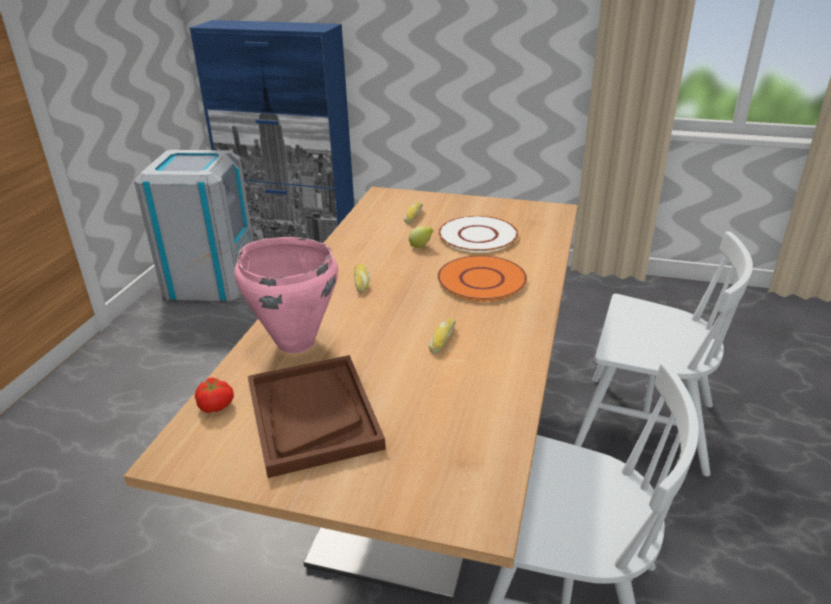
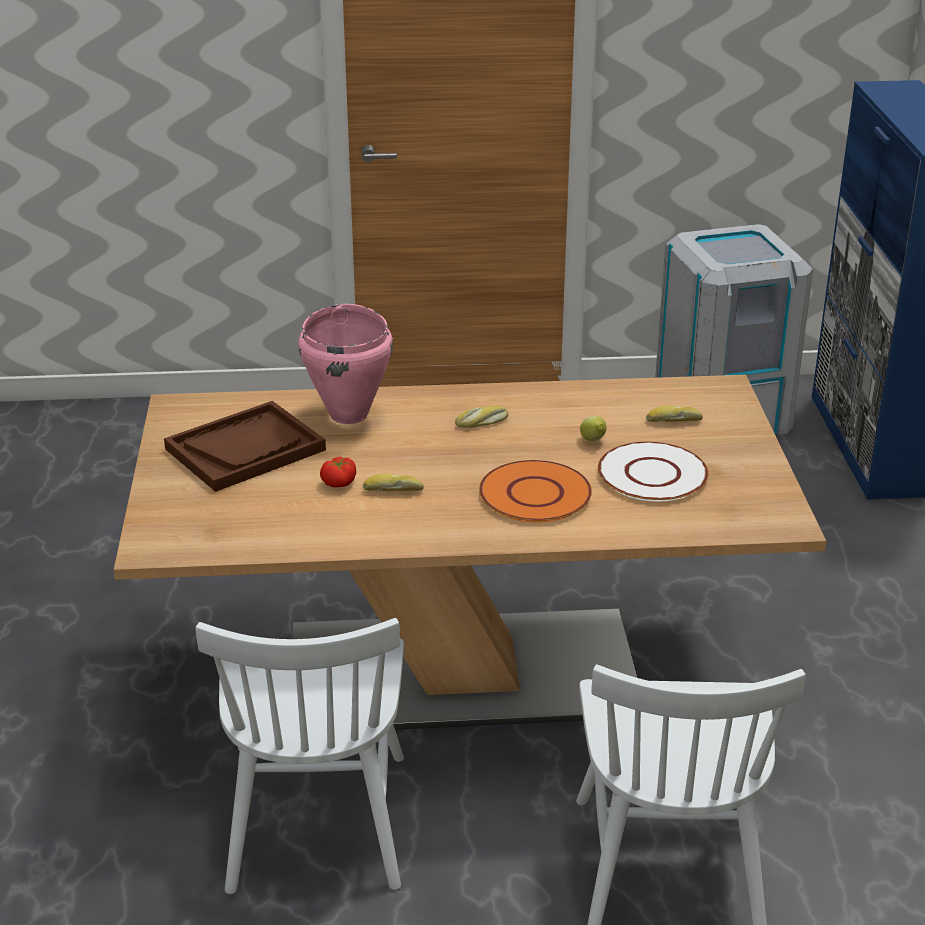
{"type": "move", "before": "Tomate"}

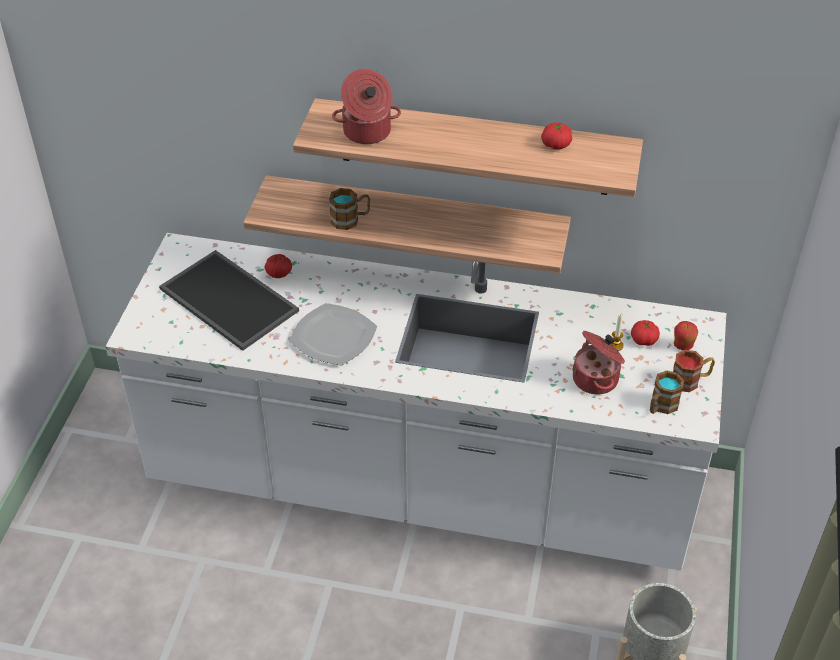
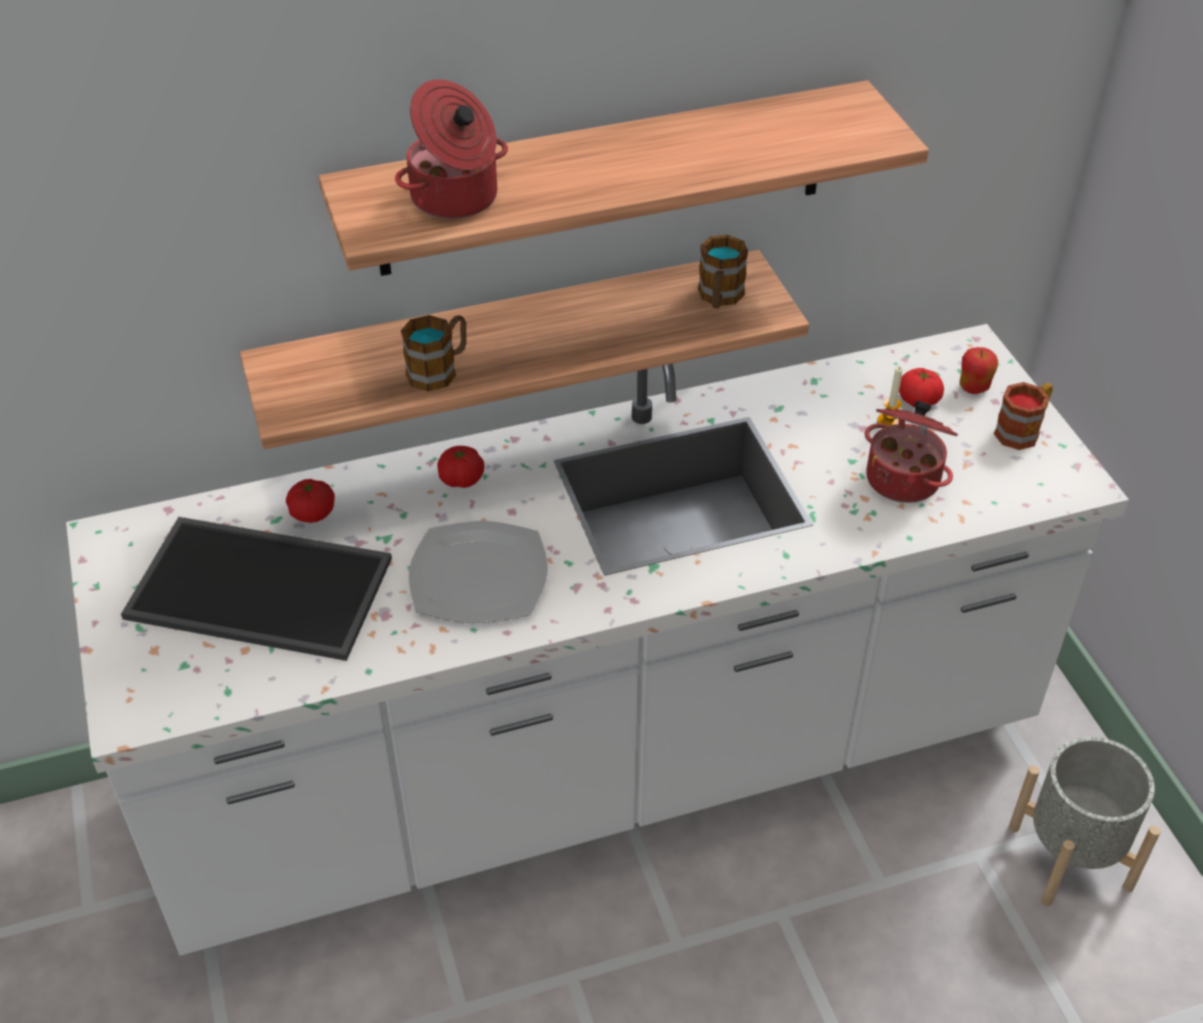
{"type": "move", "before": "Tomate (2nd from left)"}
{"type": "move", "before": "Henkelbecher (2nd from left)"}

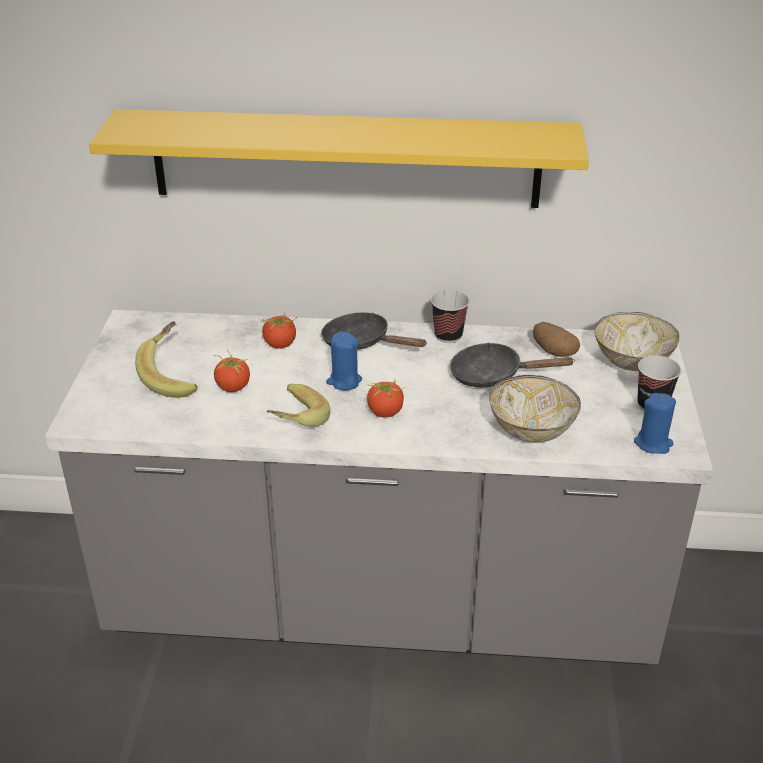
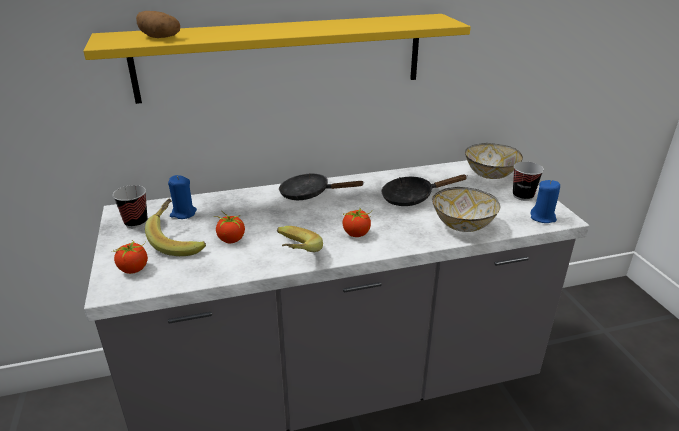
{"type": "move", "before": "Tasse (1st from left)"}
{"type": "move", "before": "Tomate (2nd from left in the first image)", "after": "Tomate (1st from left)"}
{"type": "move", "before": "Kartoffel"}
{"type": "move", "before": "Kerze [blau] (1st from left)"}

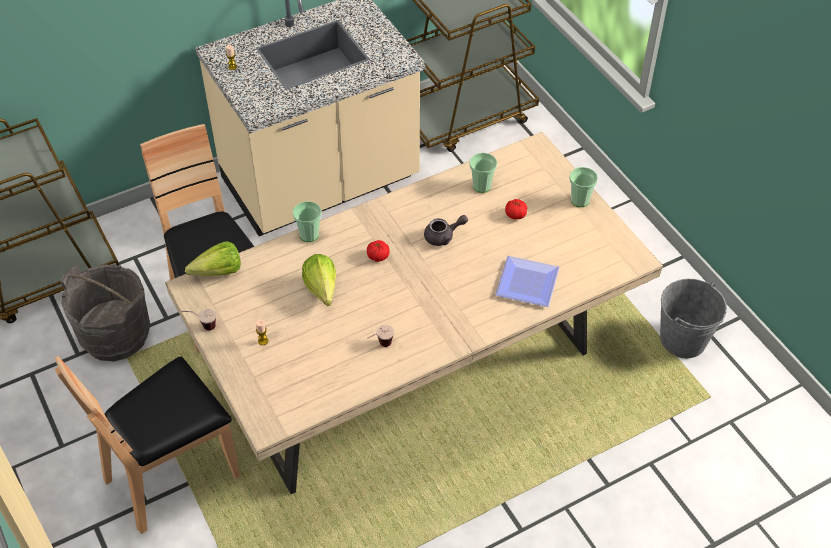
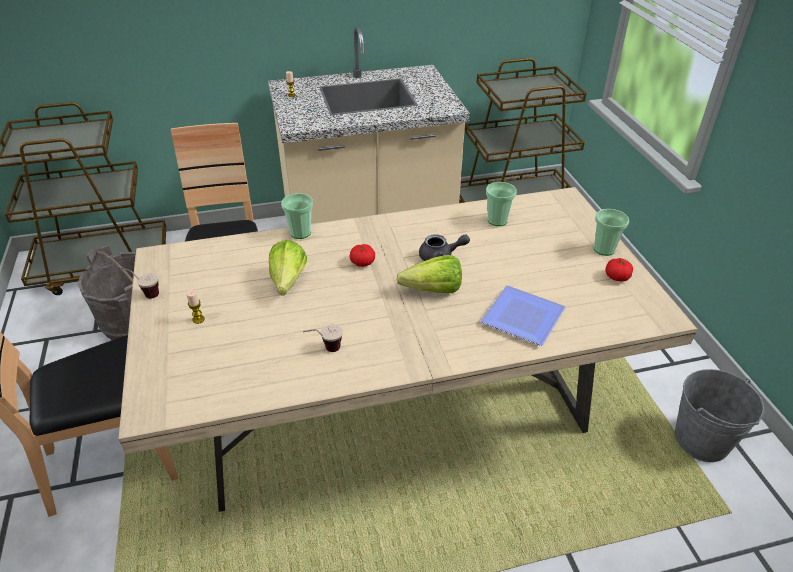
{"type": "move", "before": "Tomate (2nd from left)"}
{"type": "move", "before": "Salatkopf (1st from left in the first image)", "after": "Salatkopf (2nd from left)"}

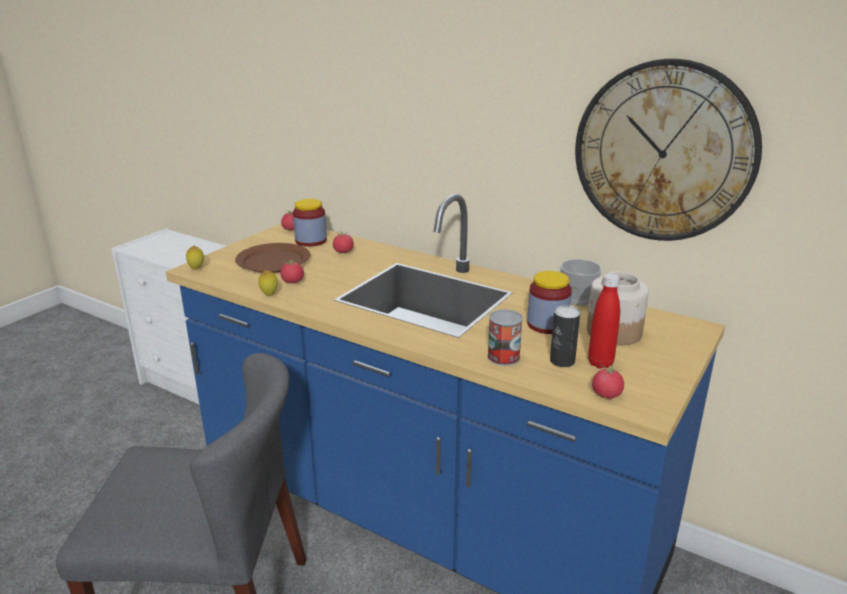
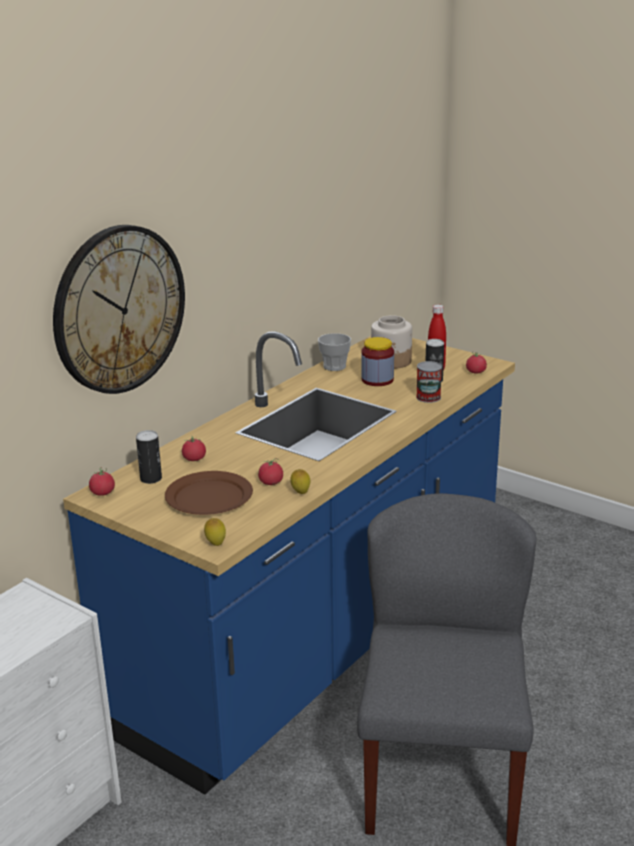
{"type": "move", "before": "Wanduhr"}
{"type": "replace", "before": "Vorratsglas (1st from left)", "after": "Dose (1st from left)"}

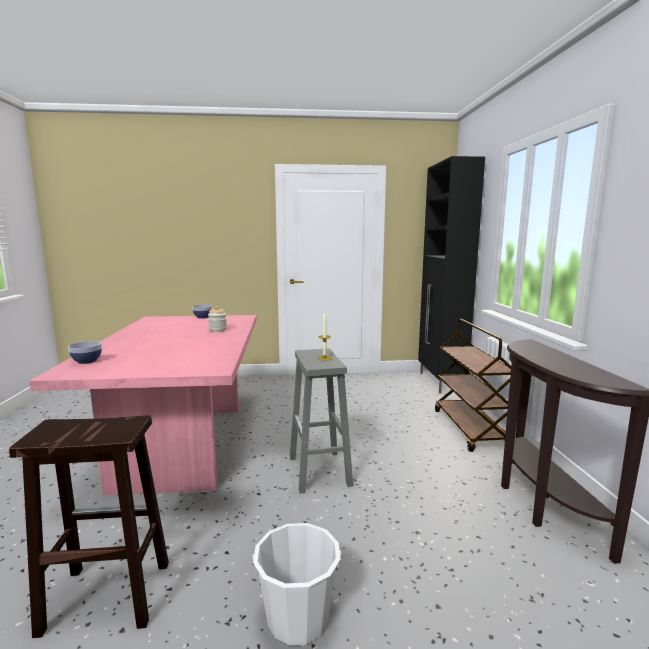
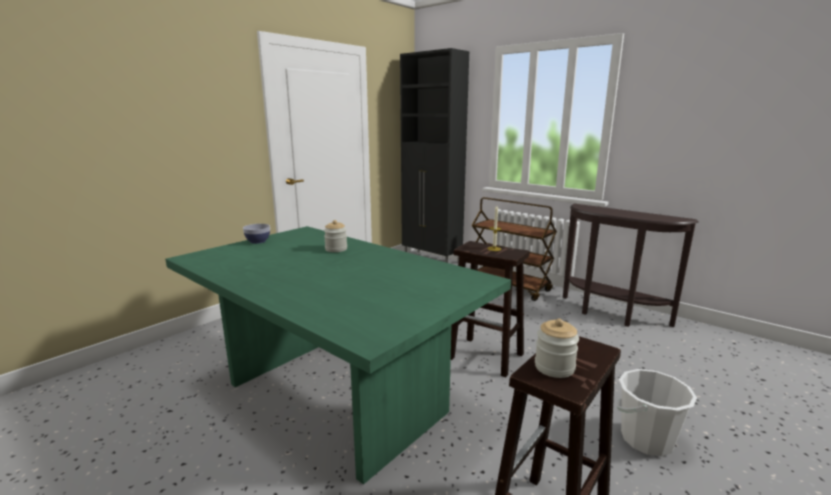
{"type": "recolor", "before": "Esstisch [rosa]", "after": "Esstisch [grün]"}
{"type": "delete", "before": "Schüssel (1st from left)"}
{"type": "recolor", "before": "Hocker [grau]", "after": "Hocker [braun] (1st from left)"}
{"type": "insert", "after": "Vorratsglas (2nd from left)"}

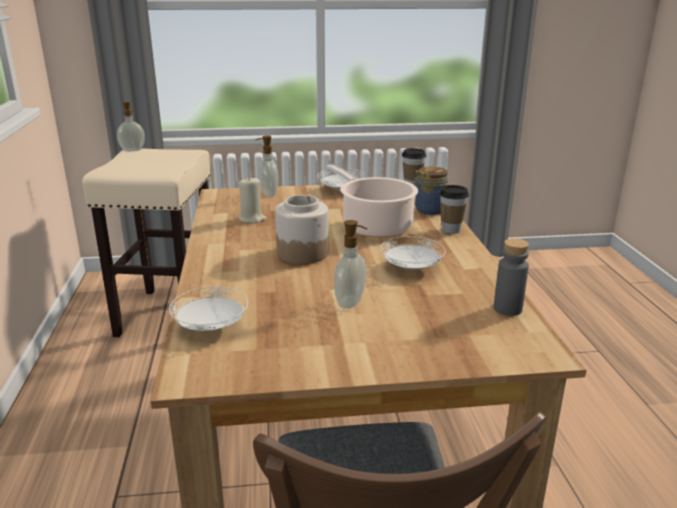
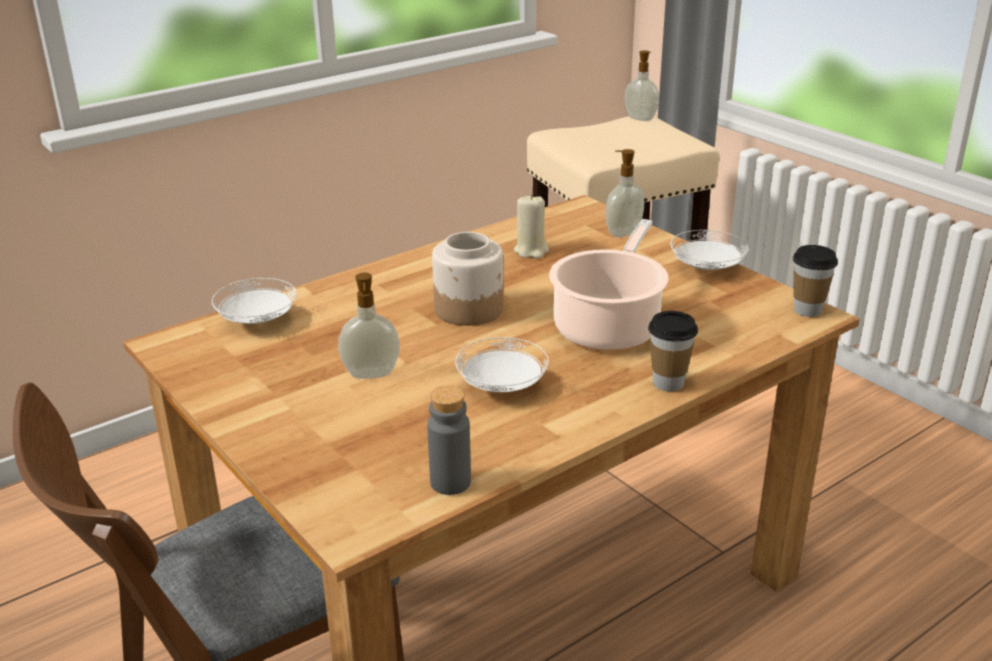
{"type": "delete", "before": "Vorratsglas (2nd from left)"}

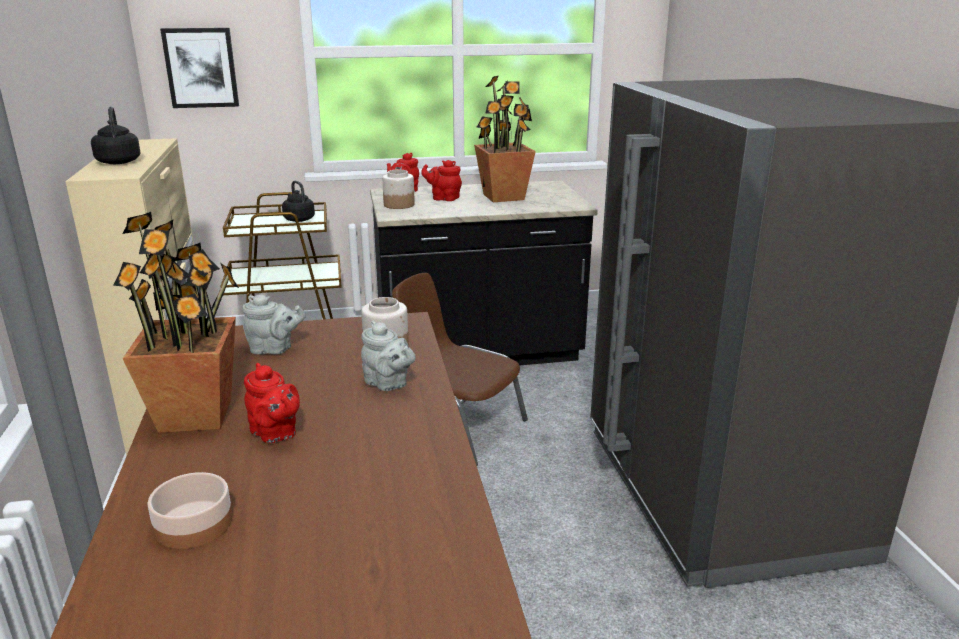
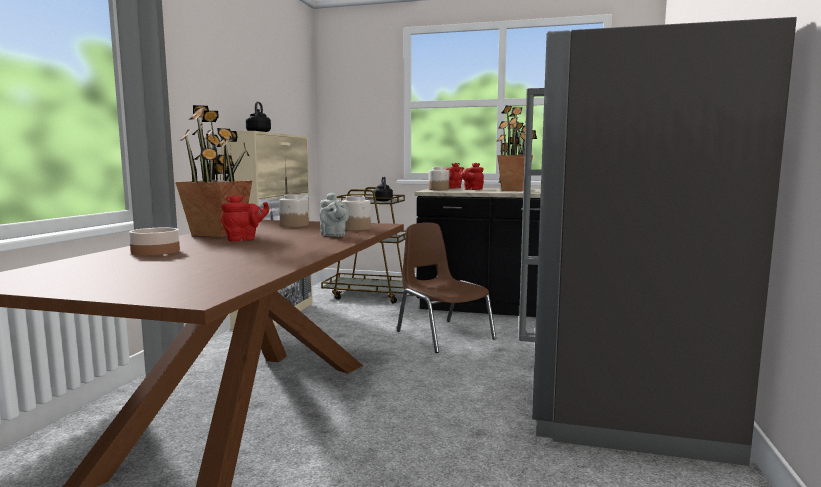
{"type": "delete", "before": "Bild"}
{"type": "replace", "before": "Teekanne [grau] (1st from left)", "after": "Vorratsglas (1st from left)"}
{"type": "rotate", "before": "Teekanne [rot] (1st from left)", "turn": -105}

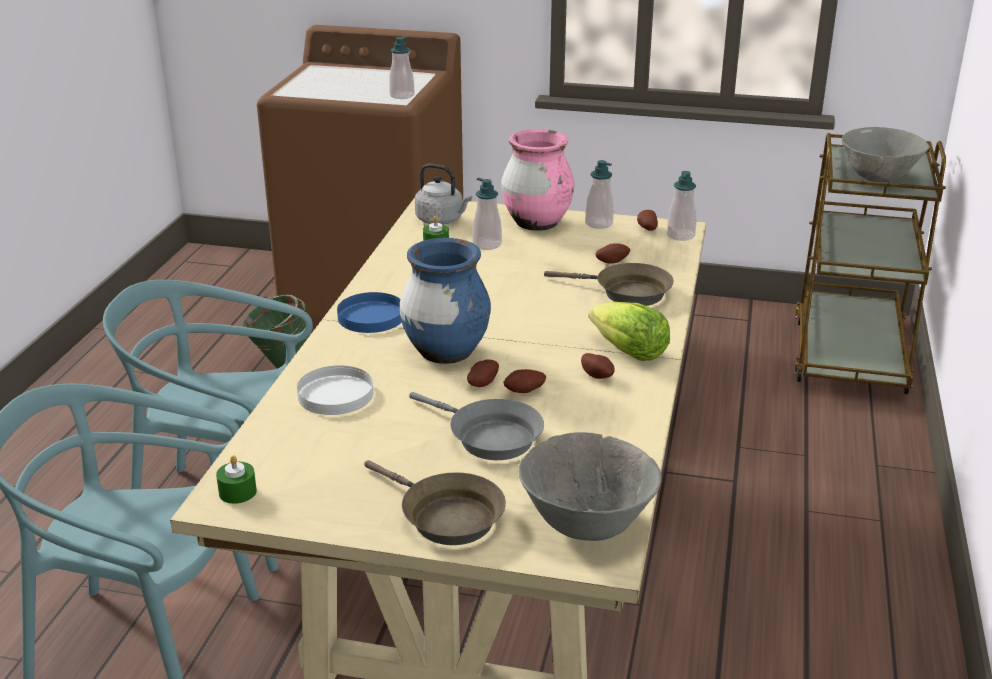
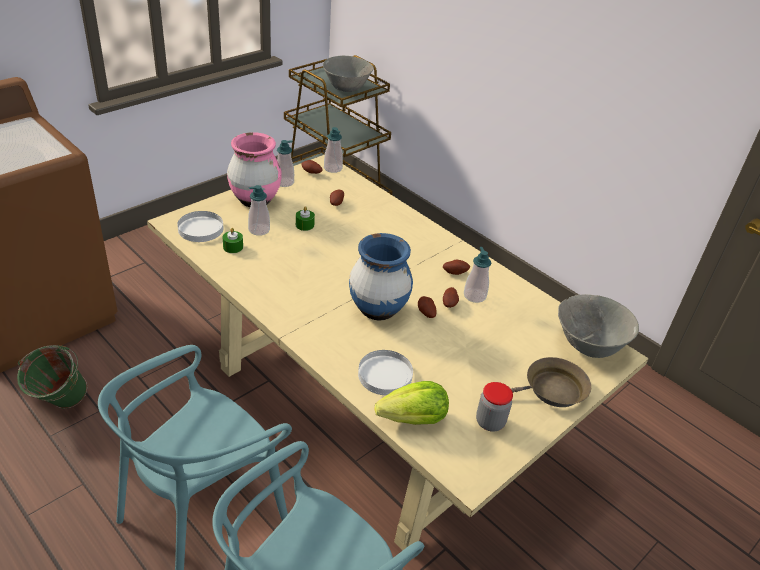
{"type": "move", "before": "Seifenspender (1st from left in the first image)", "after": "Seifenspender (4th from left)"}
{"type": "replace", "before": "Wasserkessel [grau]", "after": "Teller [weiß] (1st from left)"}
{"type": "delete", "before": "Pfanne [braun] (2nd from left)"}
{"type": "delete", "before": "Teller [blau]"}
{"type": "move", "before": "Salatkopf"}
{"type": "delete", "before": "Pfanne [grau]"}
{"type": "move", "before": "Kerze [grün] (1st from left in the first image)", "after": "Kerze [grün] (2nd from left)"}
{"type": "insert", "after": "Vorratsglas"}

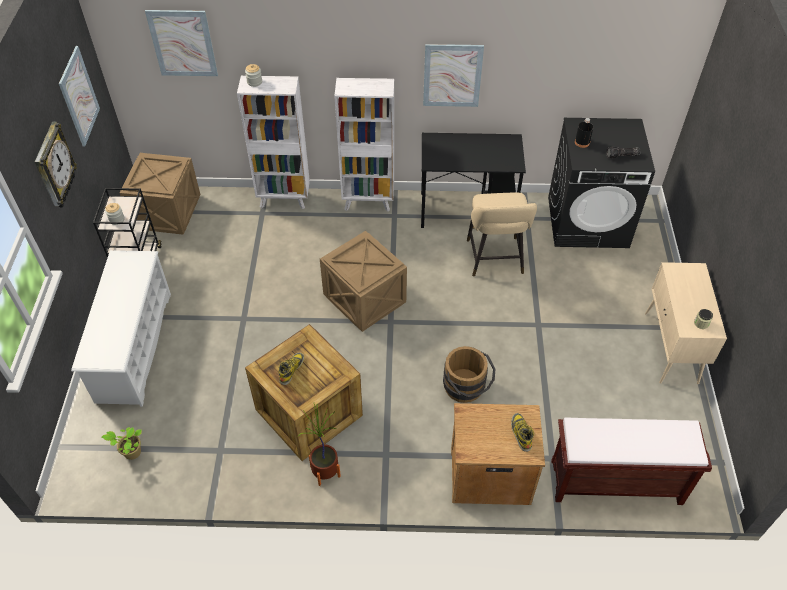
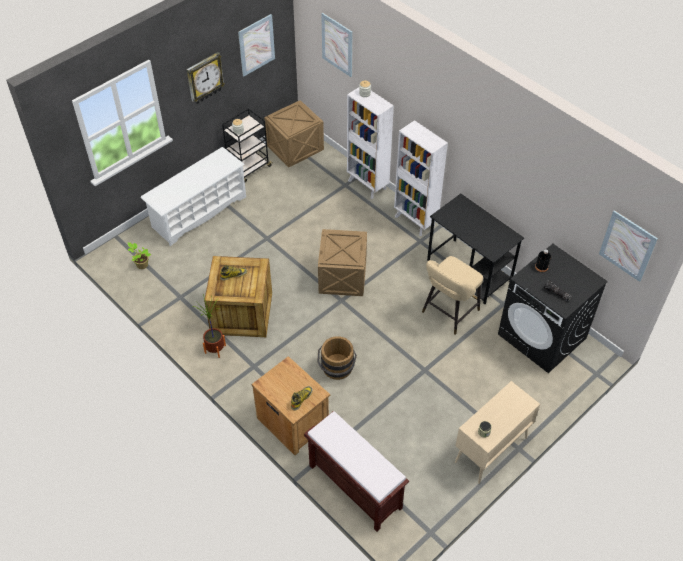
{"type": "move", "before": "Bild (3rd from left)"}

